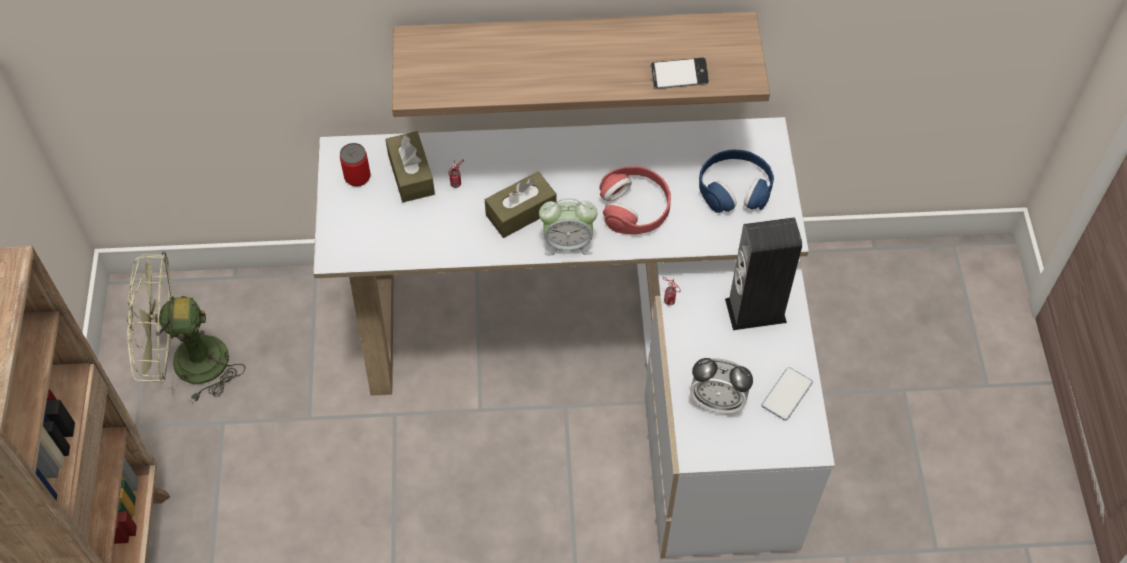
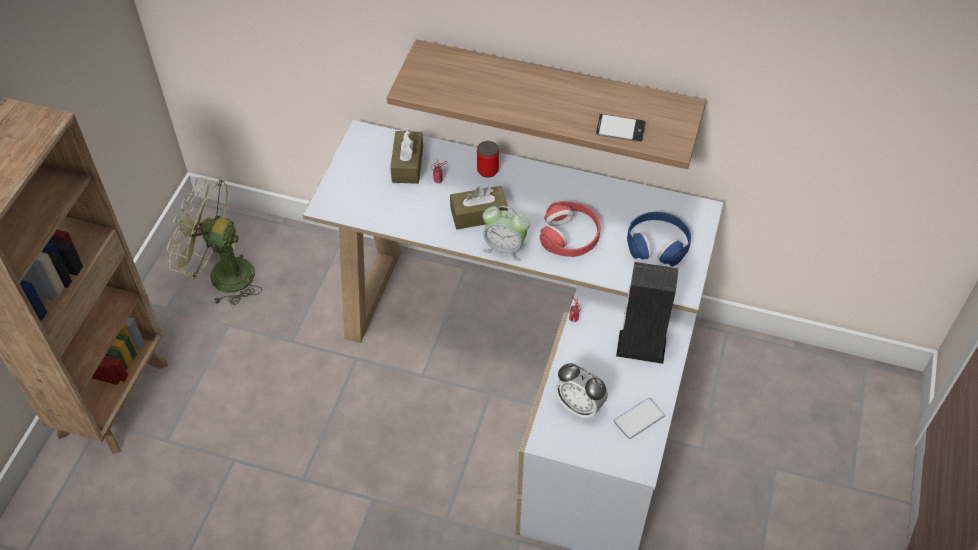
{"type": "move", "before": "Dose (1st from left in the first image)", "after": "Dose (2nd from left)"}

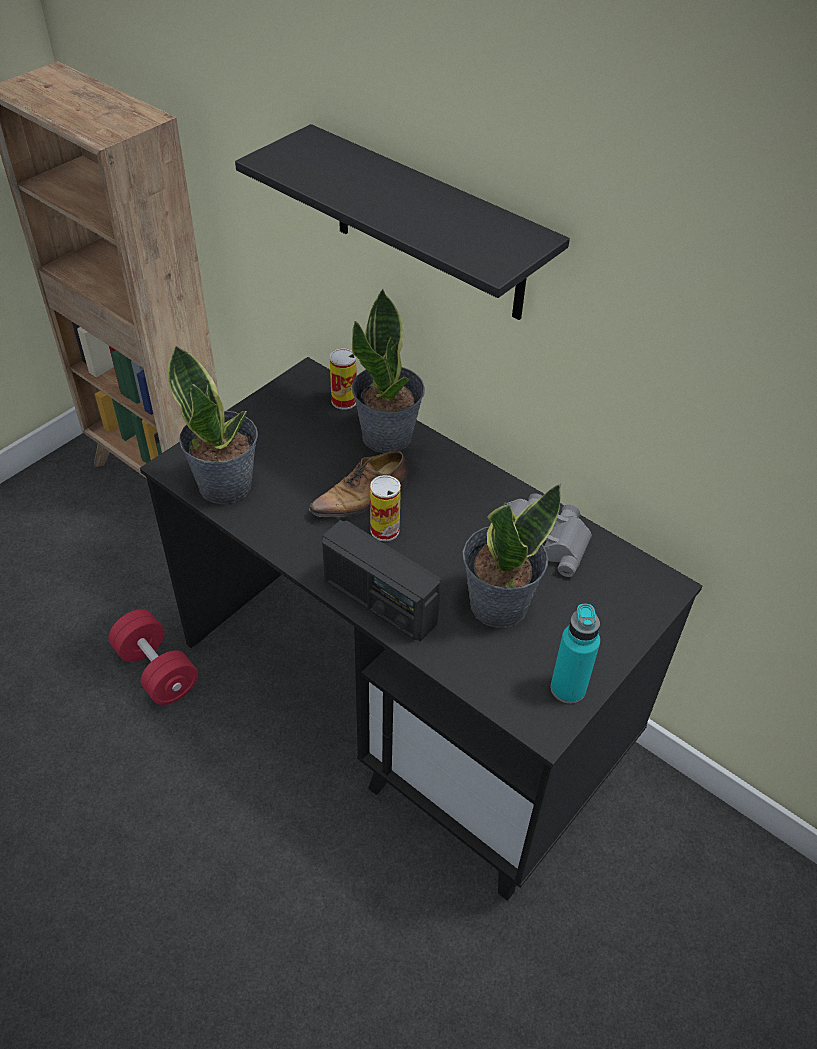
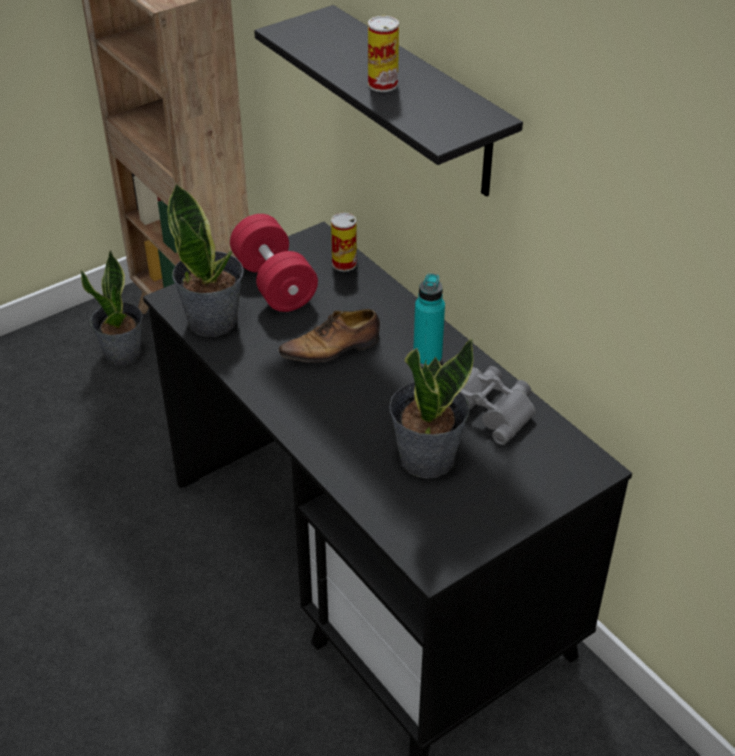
{"type": "move", "before": "Topfpflanze (2nd from left in the first image)", "after": "Topfpflanze (1st from left)"}
{"type": "move", "before": "Dose (2nd from left)"}
{"type": "delete", "before": "Radio"}
{"type": "move", "before": "Flasche [türkis]"}
{"type": "move", "before": "Hantel [rot]"}

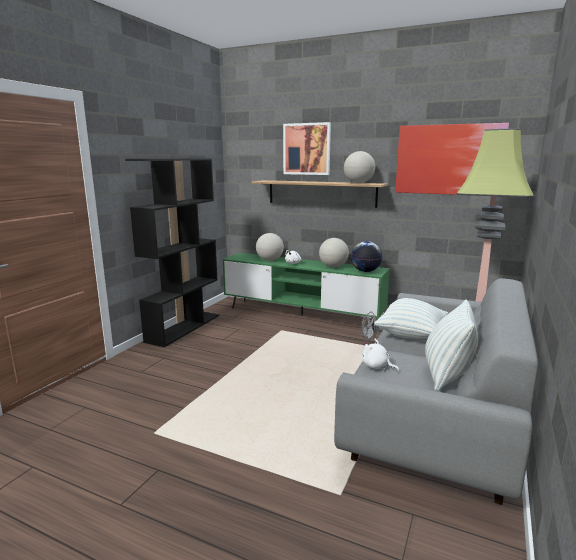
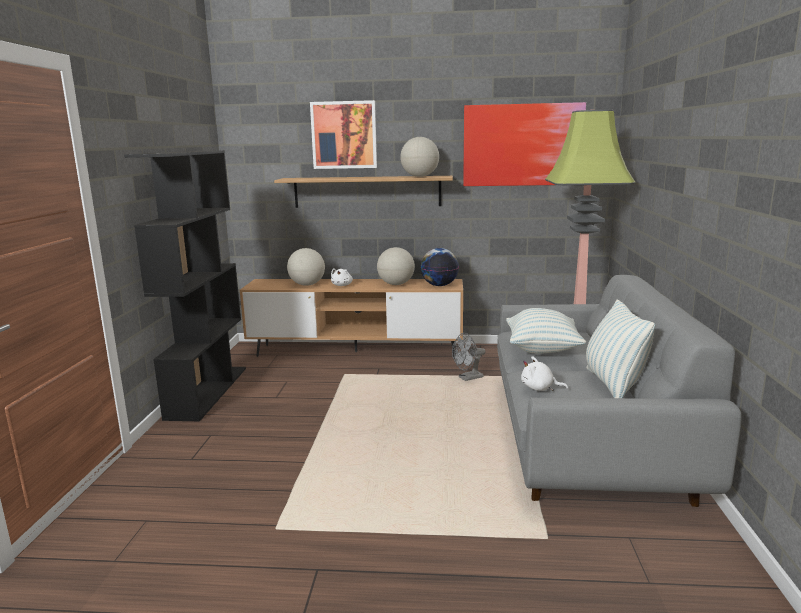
{"type": "recolor", "before": "Fernsehschrank [grün]", "after": "Fernsehschrank [braun]"}

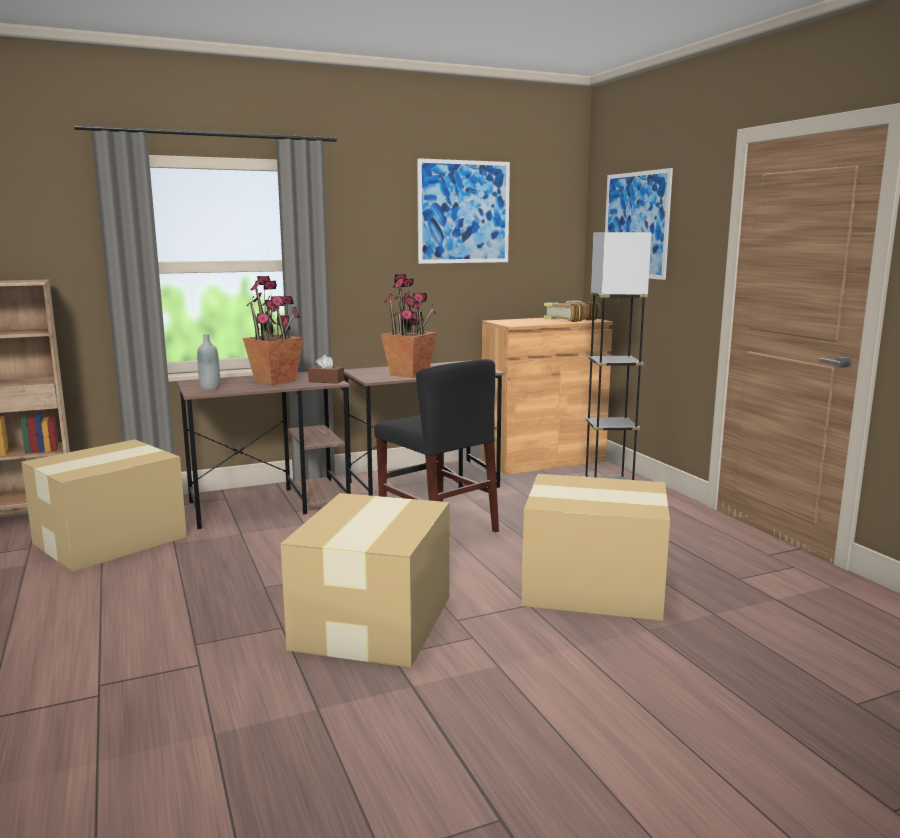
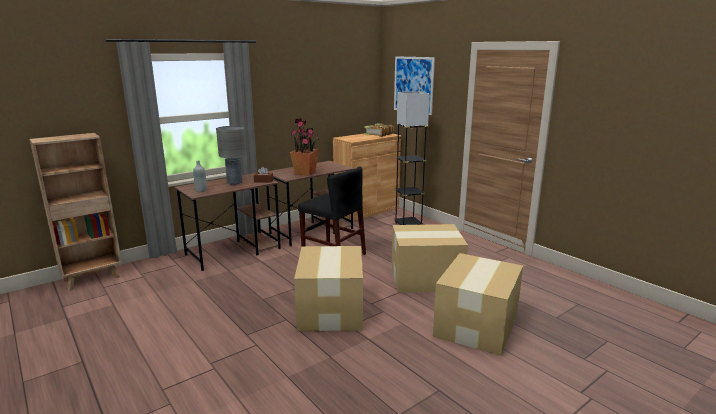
{"type": "delete", "before": "Bild (1st from left)"}
{"type": "replace", "before": "Topfpflanze (1st from left)", "after": "Tischlampe [grau]"}
{"type": "move", "before": "Karton (1st from left in the first image)", "after": "Karton (3rd from left)"}

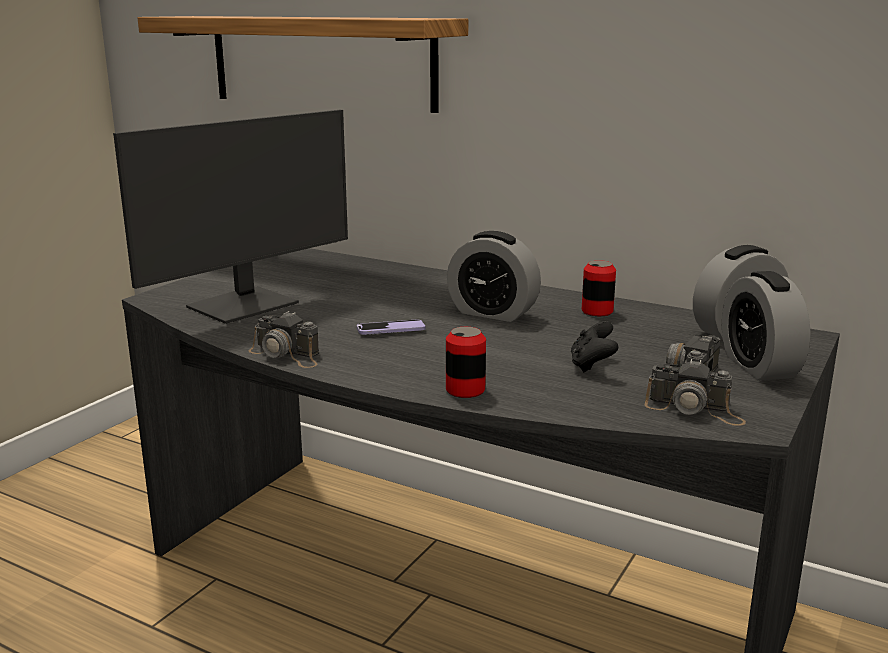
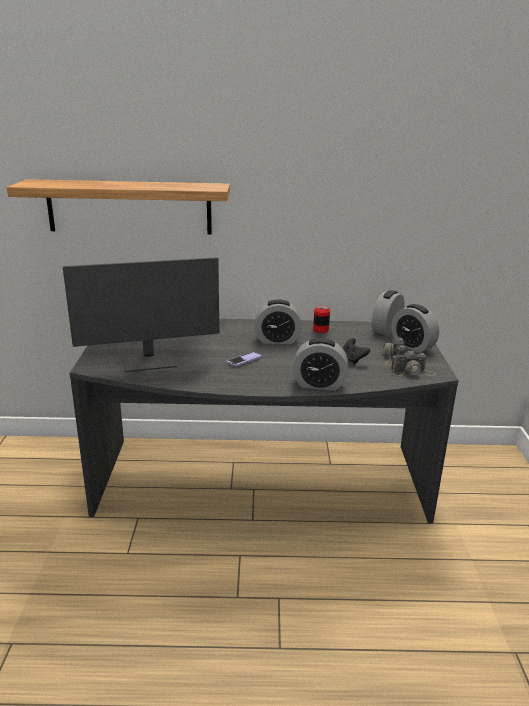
{"type": "rotate", "before": "Monitor", "turn": 60}
{"type": "delete", "before": "Kamera (1st from left)"}
{"type": "replace", "before": "Dose (1st from left)", "after": "Wecker (2nd from left)"}

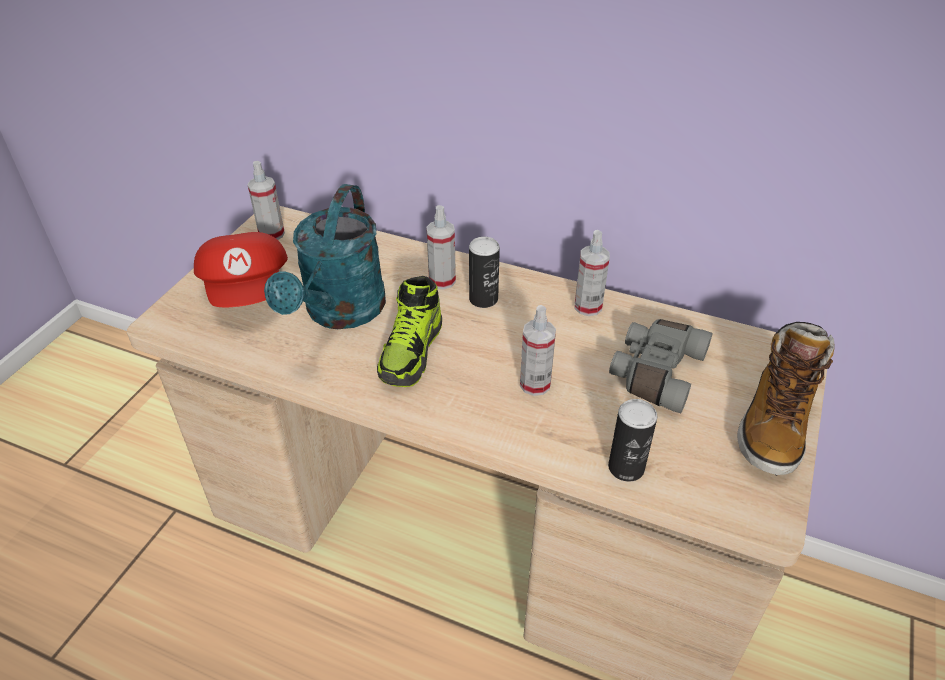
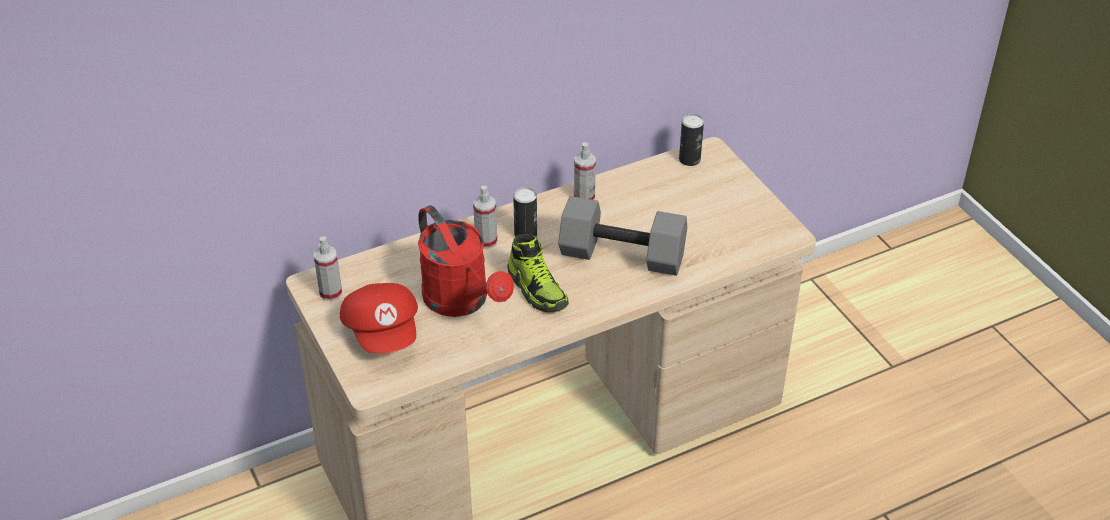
{"type": "recolor", "before": "Gießkanne [türkis]", "after": "Gießkanne [rot]"}
{"type": "rotate", "before": "Kappe [rot]", "turn": 45}
{"type": "replace", "before": "Sprühflasche (3rd from left)", "after": "Hantel [grau]"}
{"type": "delete", "before": "Fernglas [grau]"}
{"type": "delete", "before": "Stiefel"}
{"type": "move", "before": "Dose (2nd from left)"}

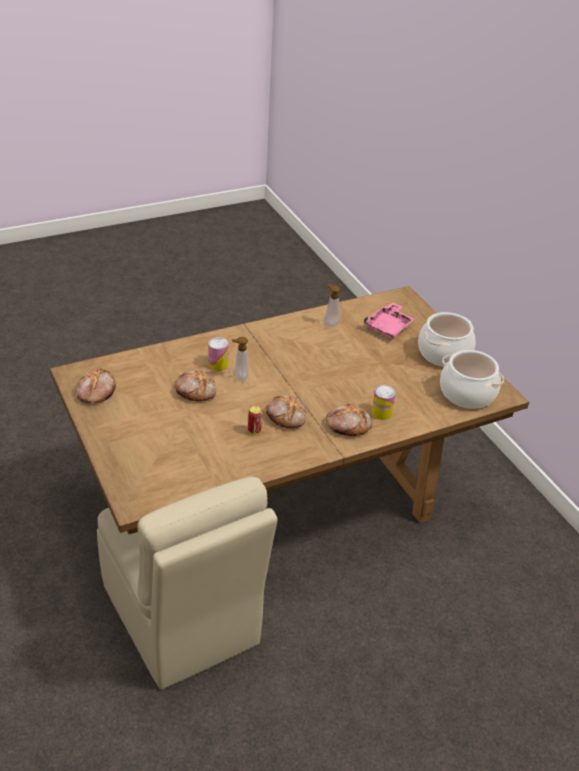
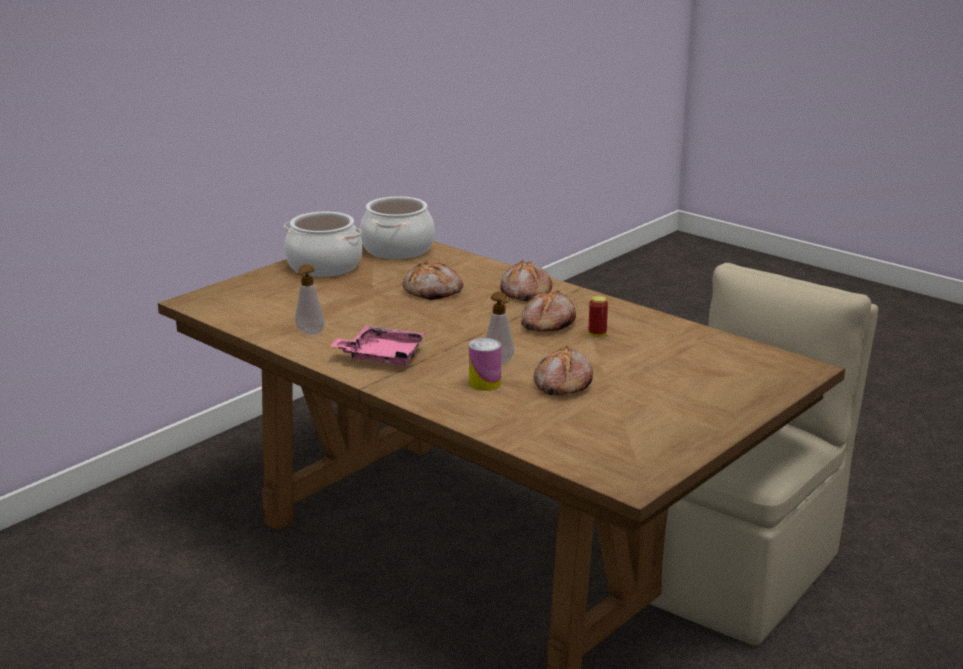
{"type": "move", "before": "Tablett [rosa]"}
{"type": "move", "before": "Brot (1st from left)"}
{"type": "delete", "before": "Dose (3rd from left)"}

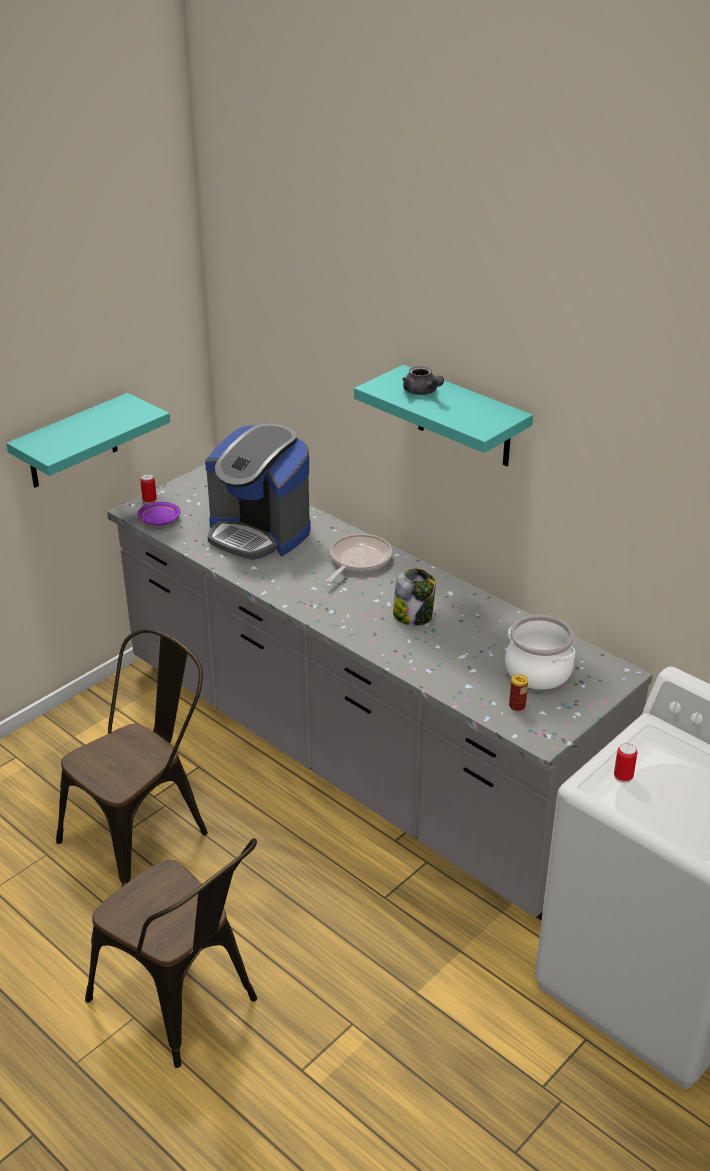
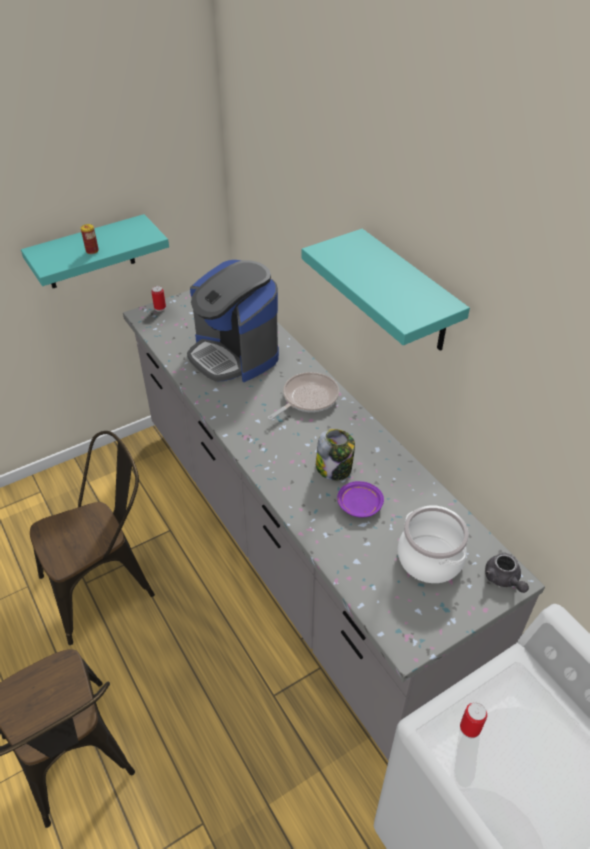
{"type": "move", "before": "Teekanne [grau]"}
{"type": "move", "before": "Teller [lila]"}
{"type": "move", "before": "Dose (2nd from left in the first image)", "after": "Dose (1st from left)"}

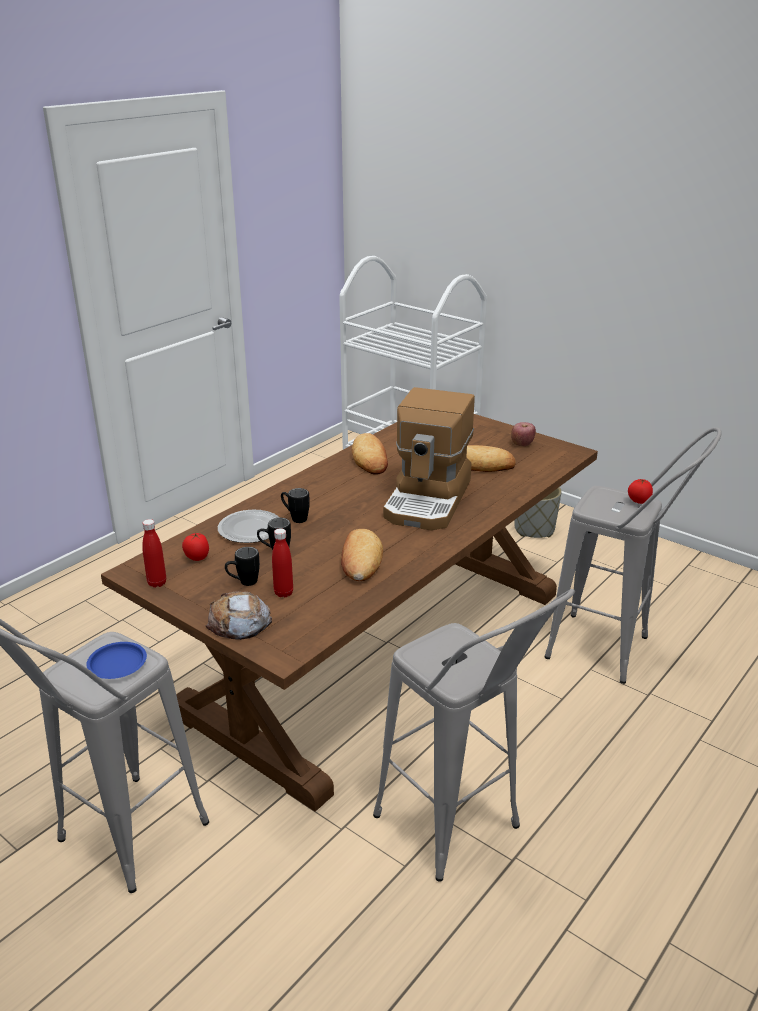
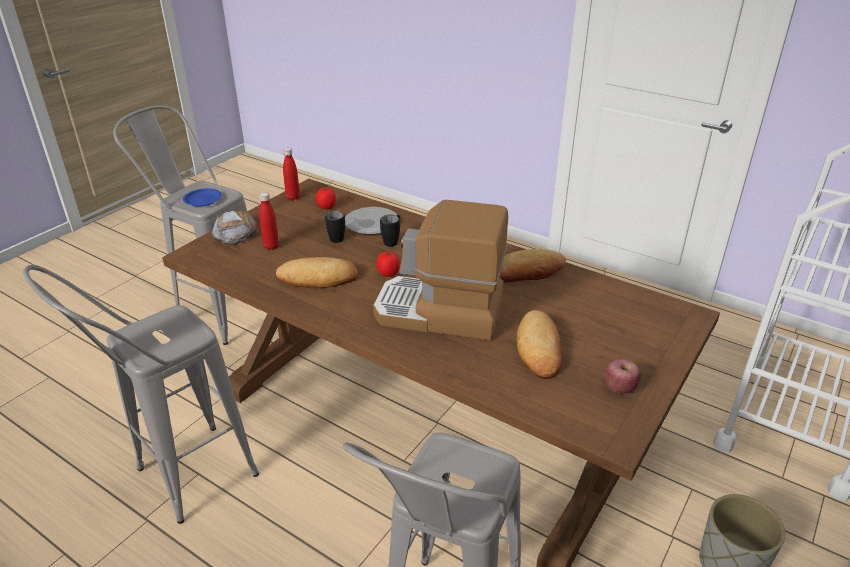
{"type": "move", "before": "Tomate (2nd from left)"}
{"type": "delete", "before": "Henkelbecher [schwarz] (1st from left)"}

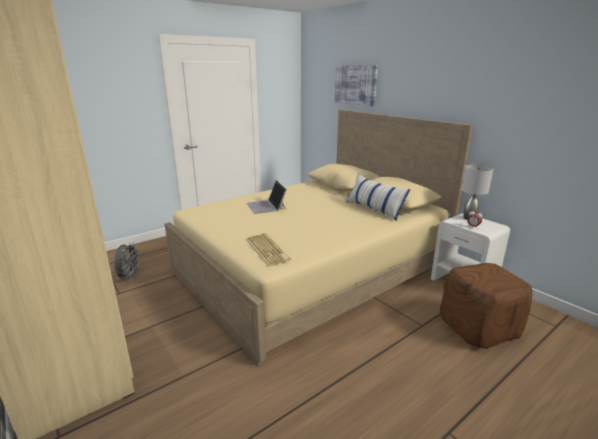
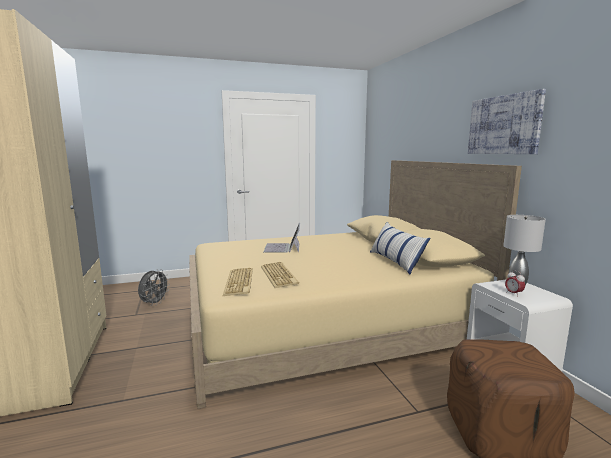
{"type": "move", "before": "Bild"}
{"type": "insert", "after": "Tastatur (2nd from left)"}

